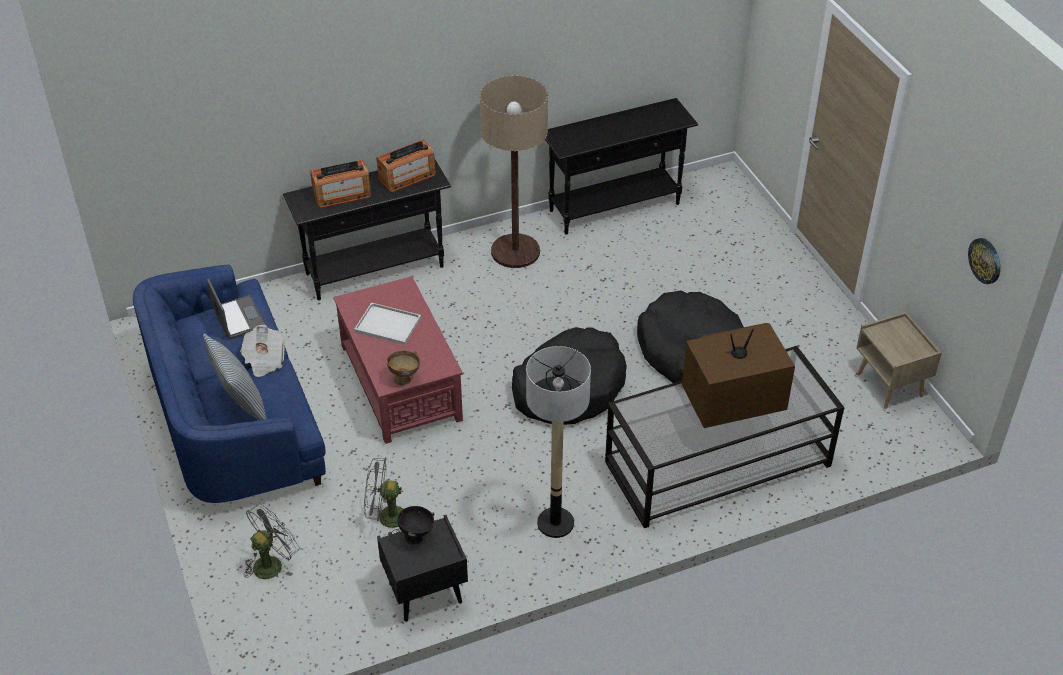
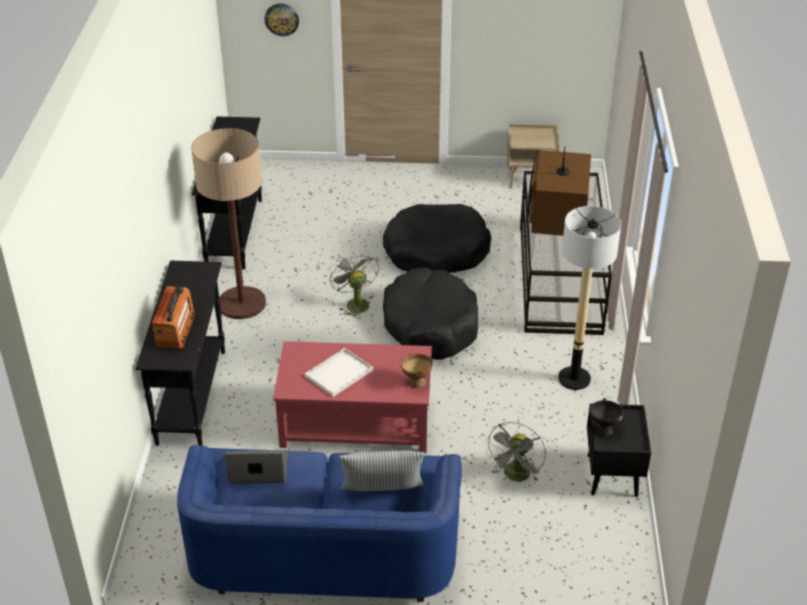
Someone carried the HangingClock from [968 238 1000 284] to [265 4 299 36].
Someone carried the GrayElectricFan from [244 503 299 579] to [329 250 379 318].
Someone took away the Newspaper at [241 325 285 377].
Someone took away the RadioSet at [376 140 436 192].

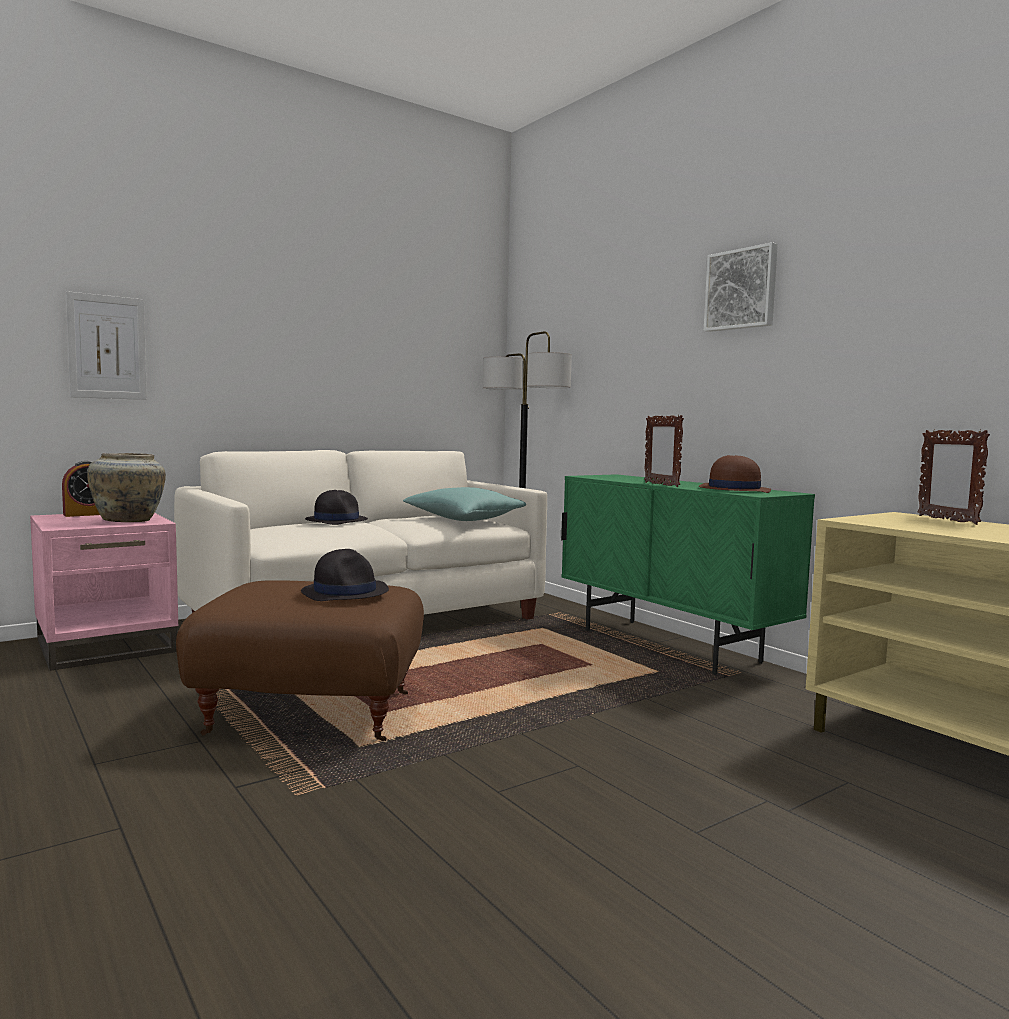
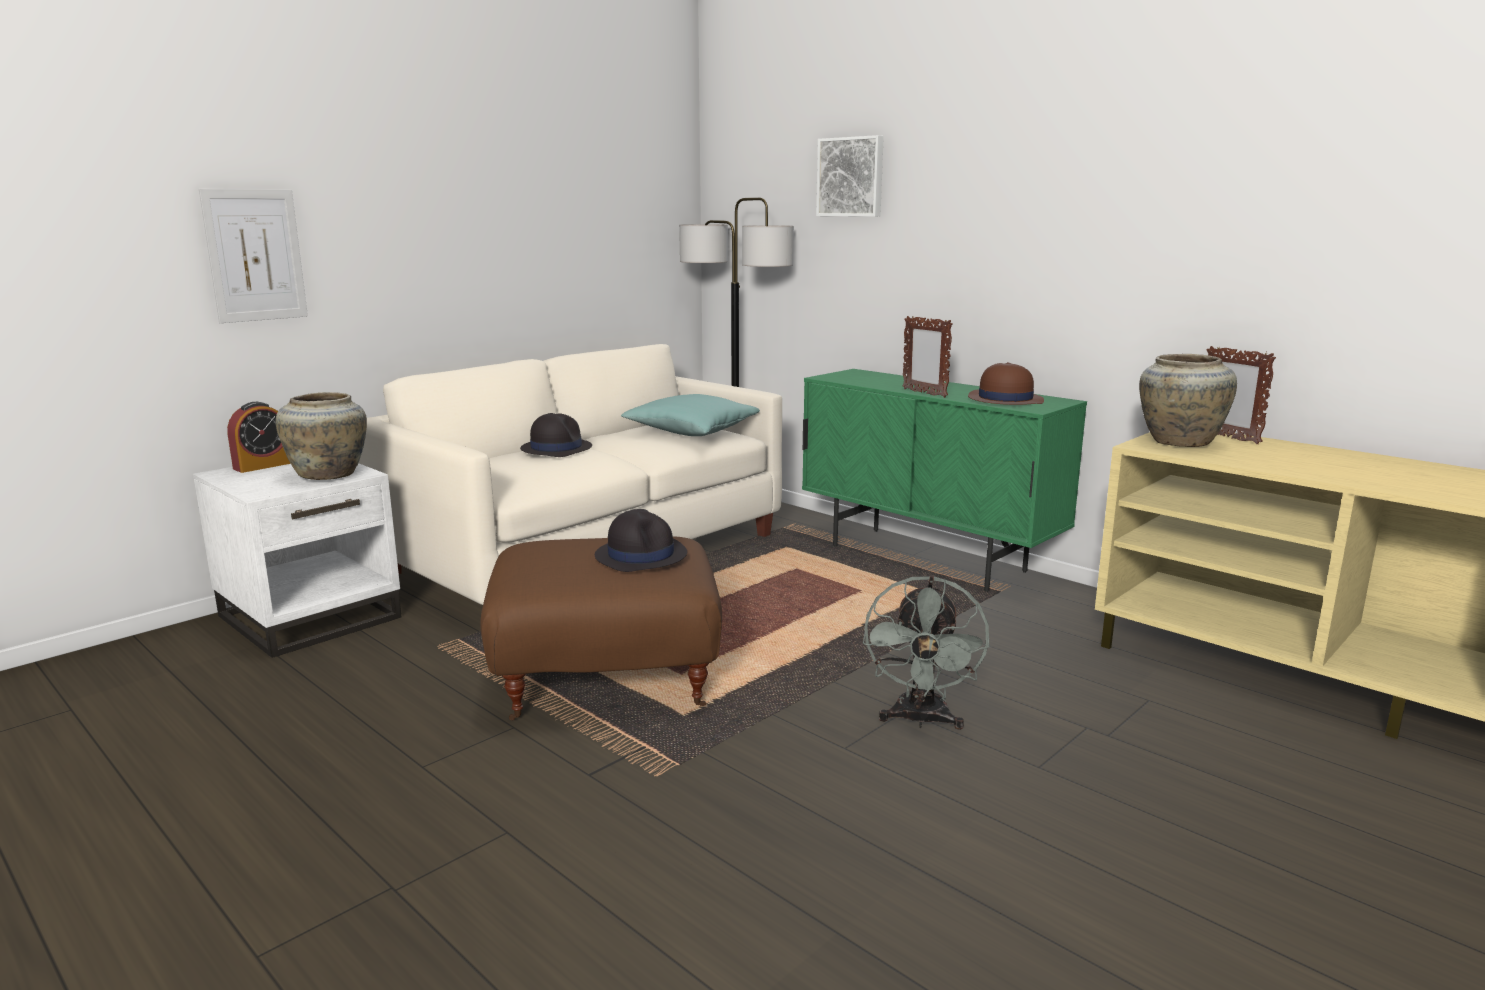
Someone repainted the PinkSideTable at [30 513 178 671], which became the WhitishSideTable at [193 463 401 658].
Someone carried the Picture from [704 242 778 332] to [816 135 884 217].
Someone put down the GrayElectricFan at [863 575 989 730].
Someone put down the BeigeFlowerVase at [1139 354 1237 447].

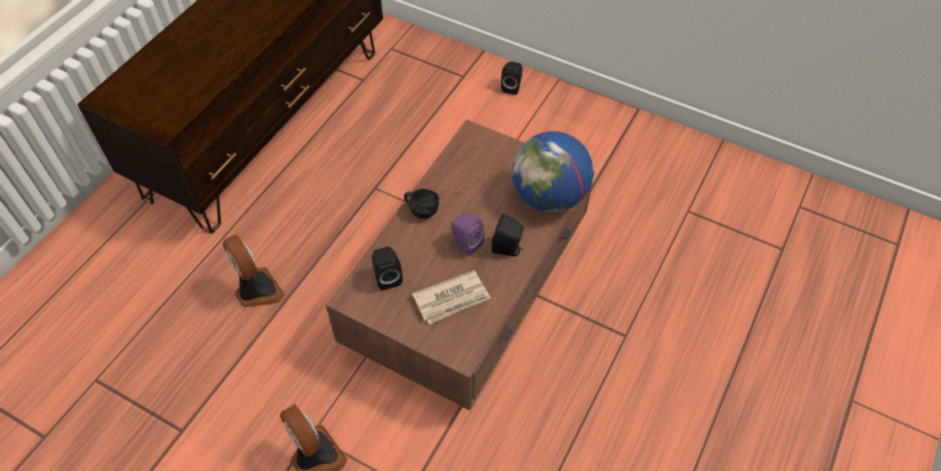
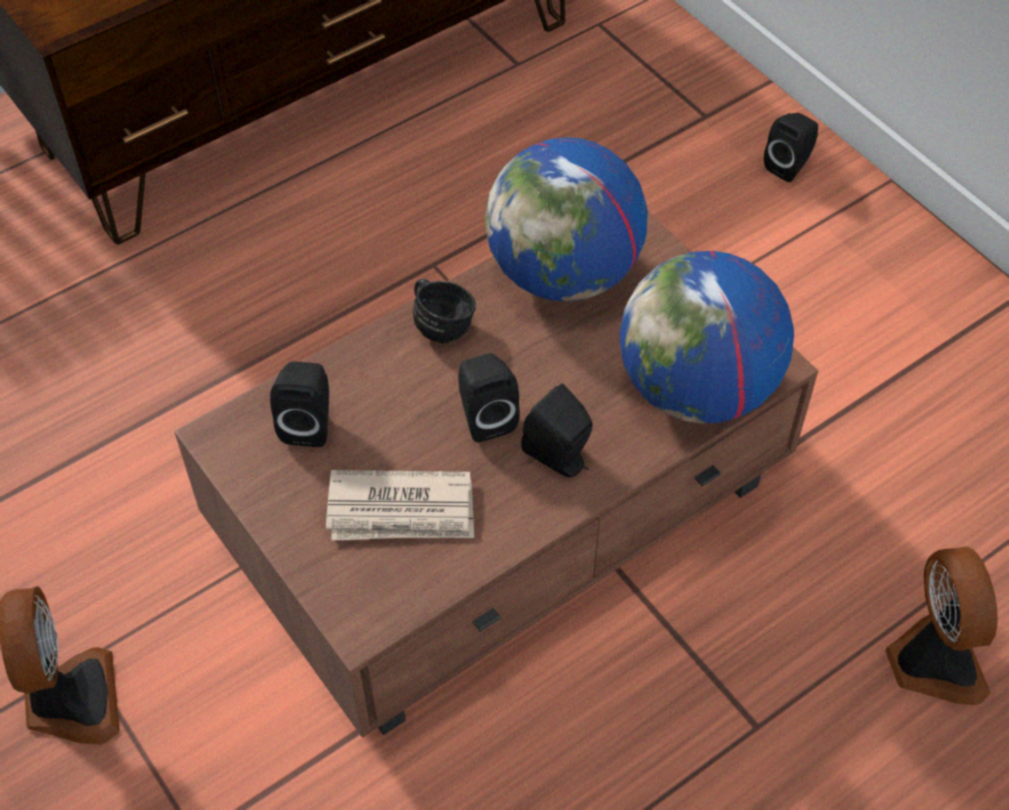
Someone repainted the PurpleAudioSpeaker at [451 213 484 256], which became the BlackishAudioSpeaker at [458 353 520 442].
Someone put down the DeskGlobe at [485 137 648 302].
Someone carried the ElectricFan from [222 234 285 307] to [885 546 998 705].

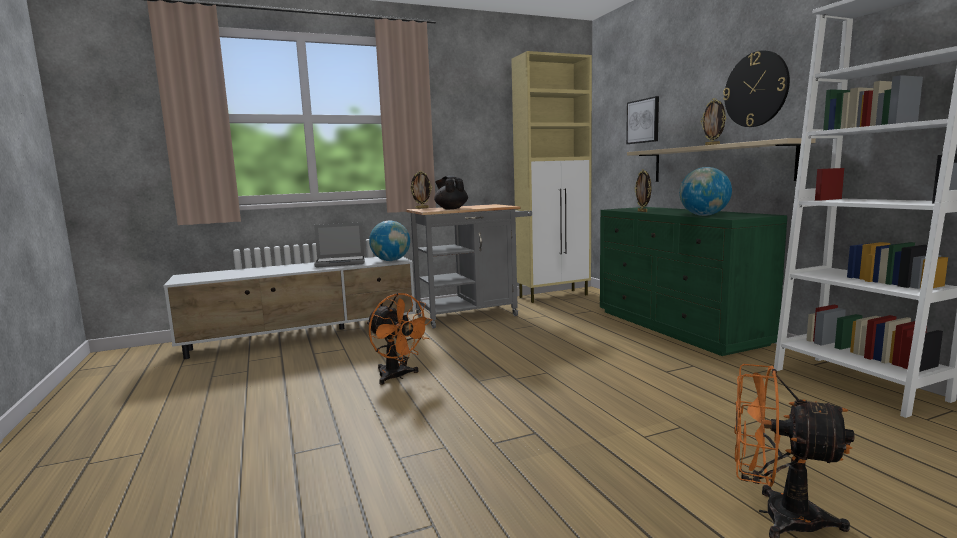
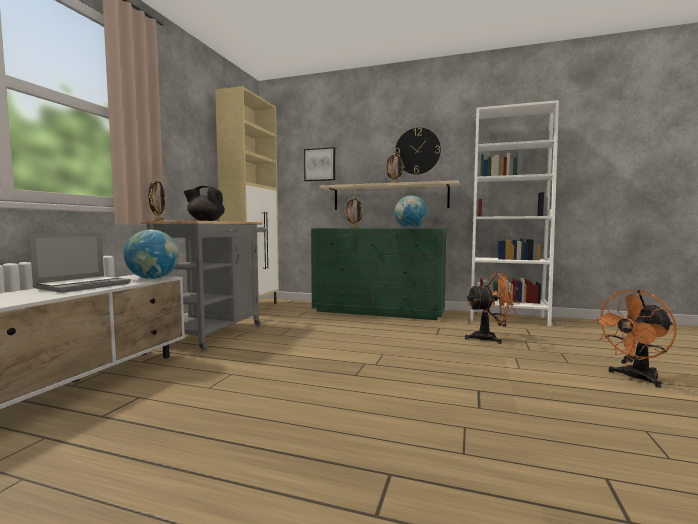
Someone carried the OrangeyElectricFan from [367 293 432 385] to [465 273 520 344].

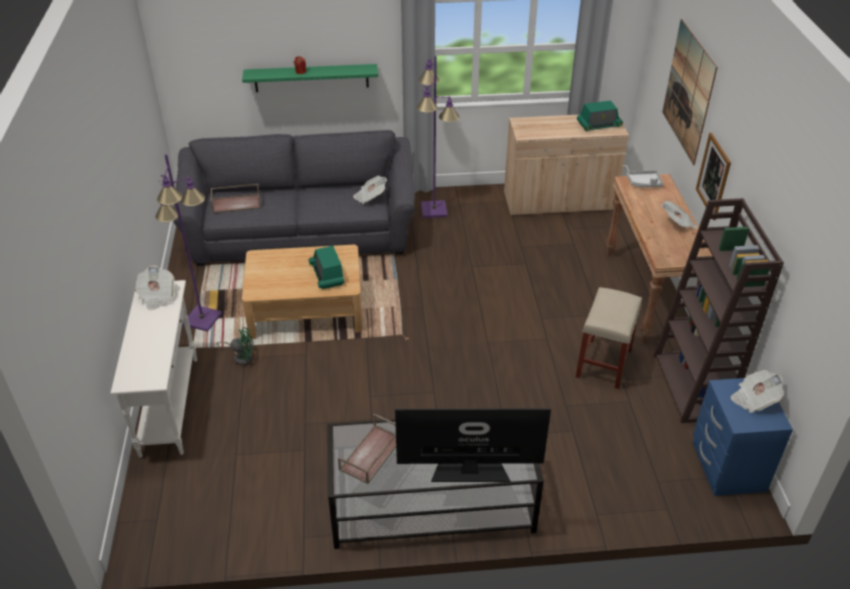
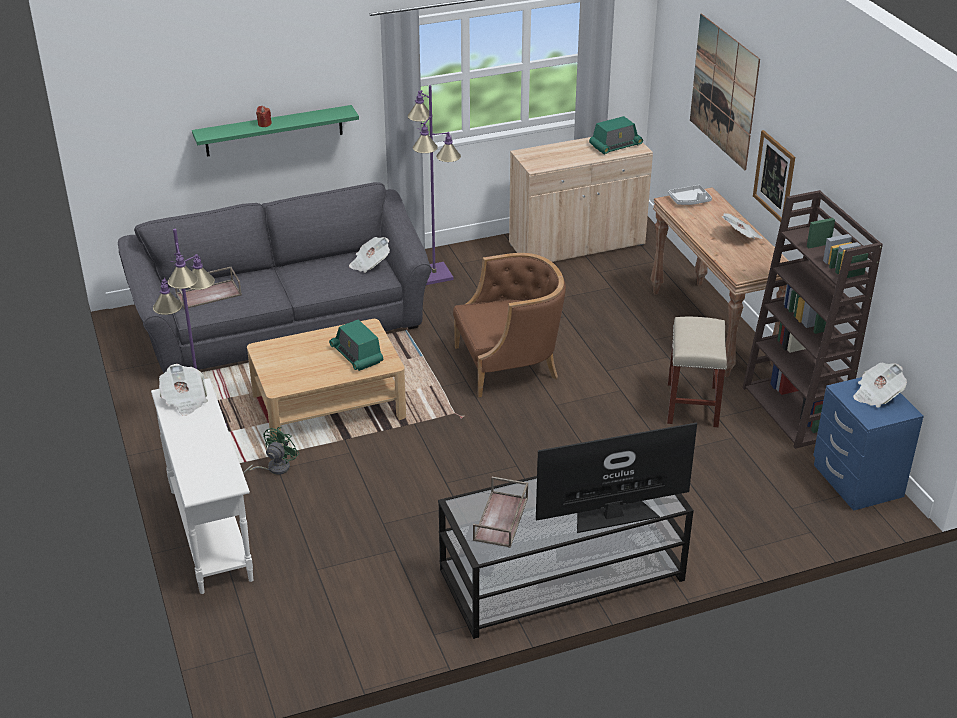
Someone rotated the GreenColouredElectricFan at [216 327 253 365] by 45 degrees counterclockwise.
Someone put down the BrownishLoungeChair at [453 253 566 397].

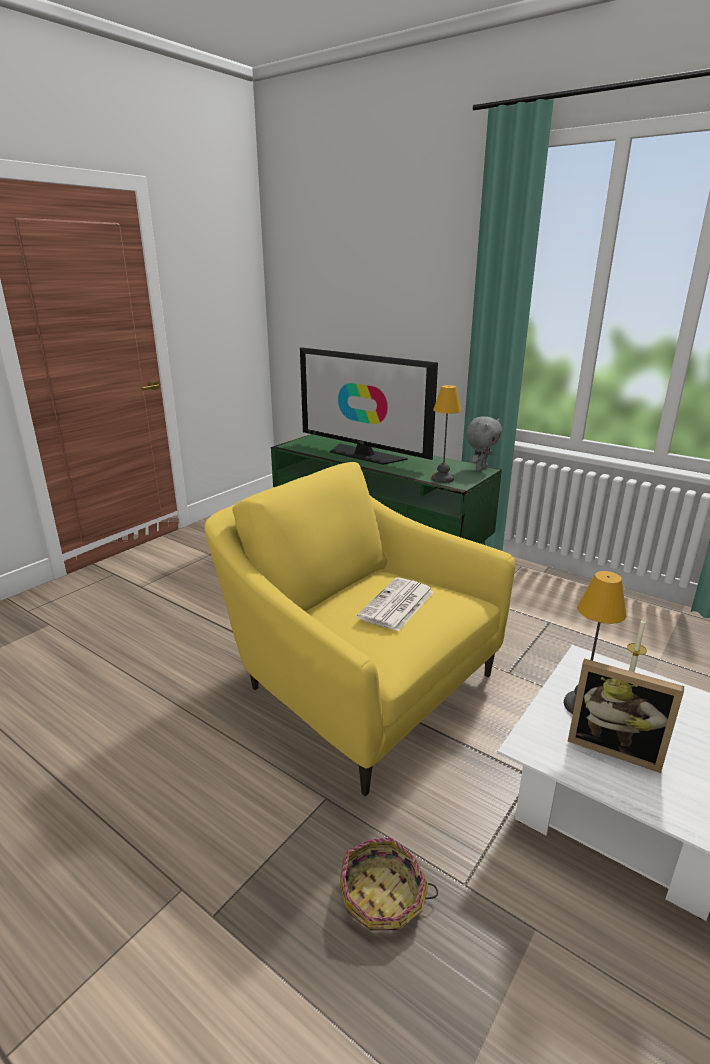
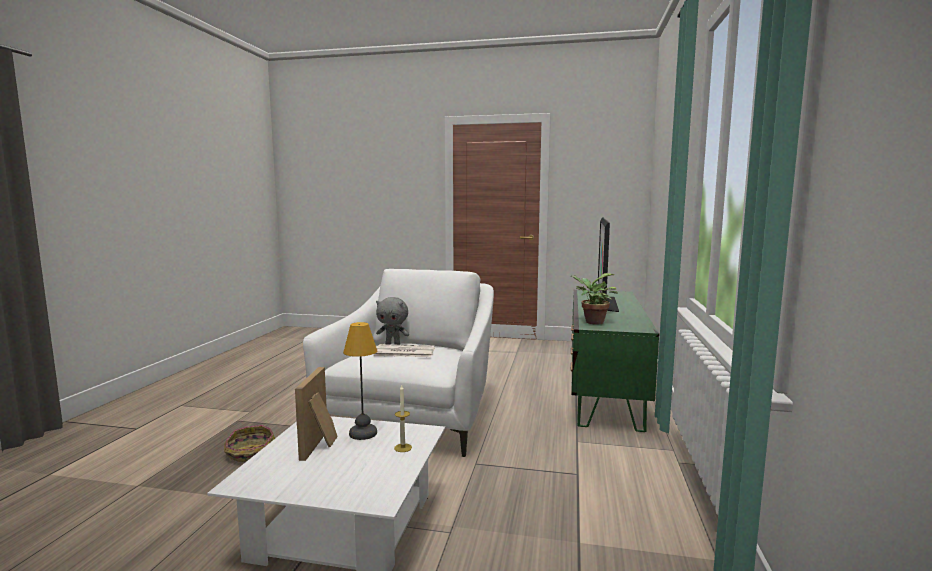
Someone repainted the YellowishLoungeChair at [204 462 515 796], which became the WhitishLoungeChair at [303 269 494 457].
Someone carried the GrayPlushToy from [466 416 502 471] to [376 297 409 345].
Someone swapped the TabletopLamp at [432 385 461 483] for the PottedPlant at [572 273 618 324].

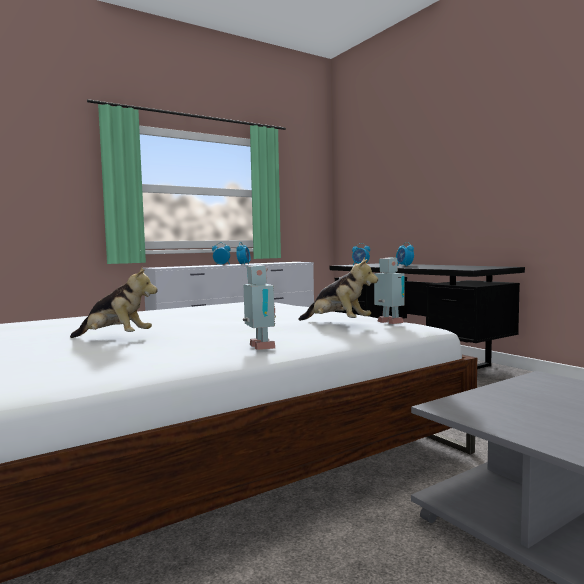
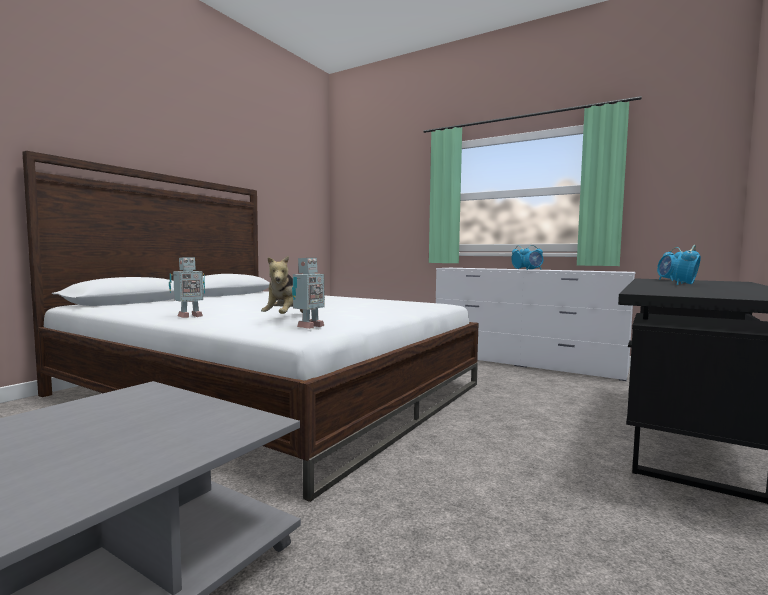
Someone took away the PlushToy at [70 267 158 338].

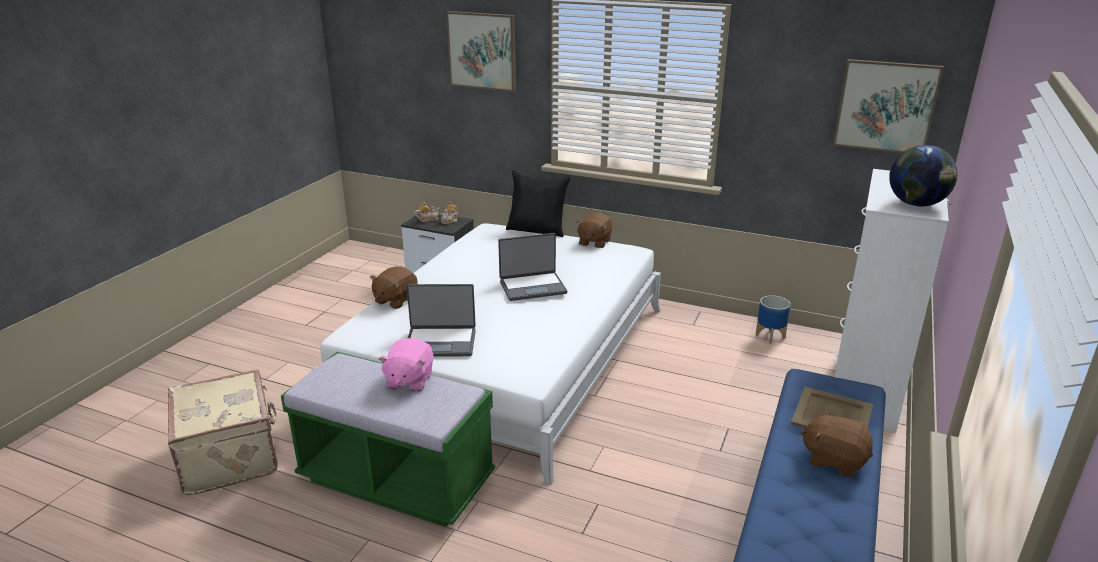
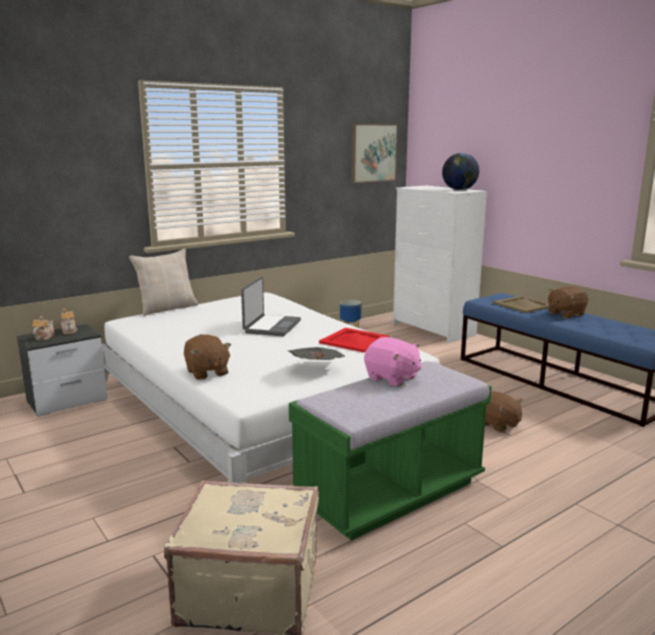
Someone repainted the BlackishThrowPillow at [506 170 571 237], which became the BeigeThrowPillow at [129 249 199 316].
Someone swapped the NotebookComputer at [407 284 476 357] for the Newspaper at [288 347 345 360].
Someone put down the RedCarryingTray at [319 328 389 352].
Someone carried the BrownishPlushToy from [576 213 613 248] to [485 391 522 432].
Someone took away the Picture at [446 11 516 92].

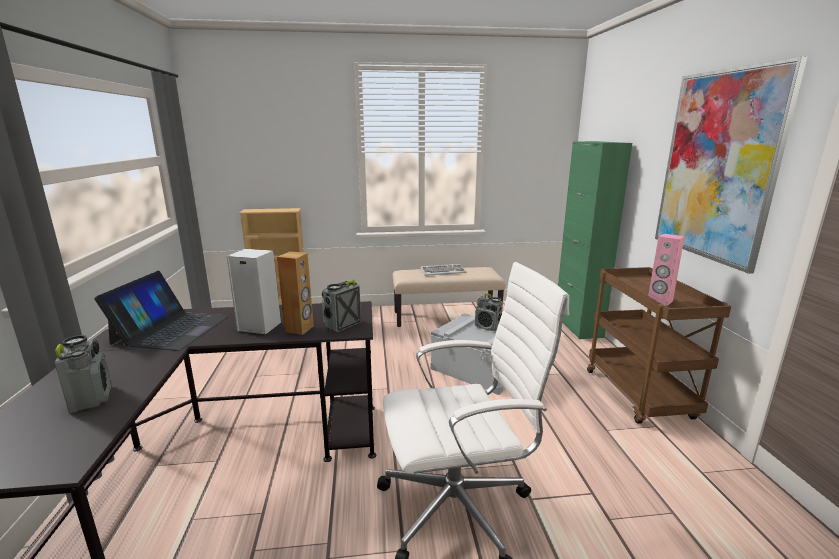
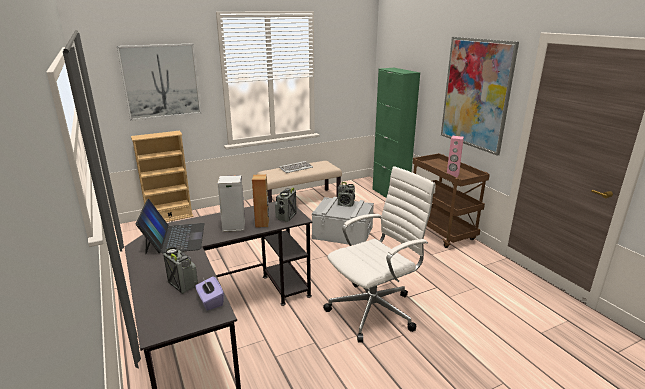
Someone put up the Picture at [117 43 201 121].
Someone put down the PurpleTissueBox at [195 276 224 311].

